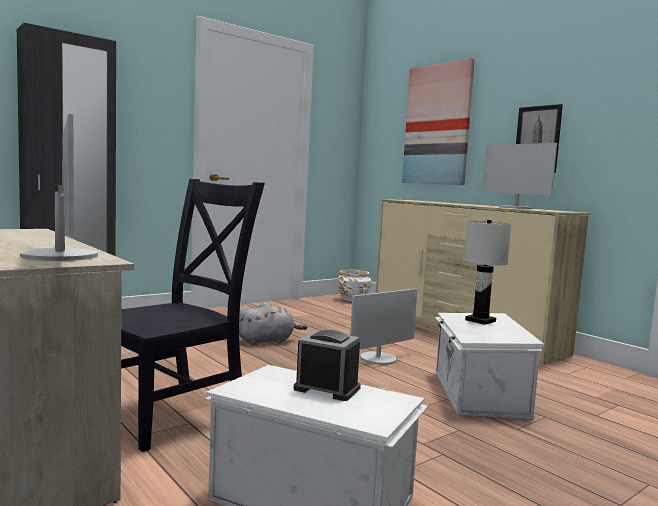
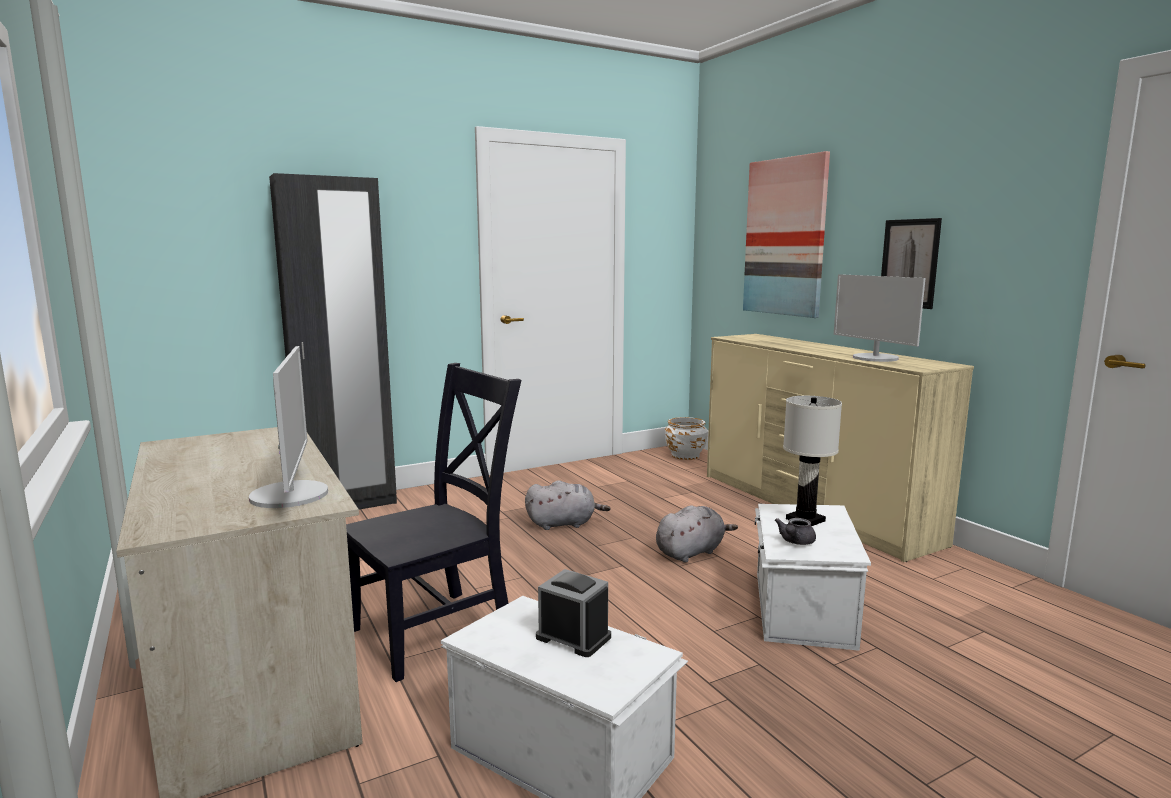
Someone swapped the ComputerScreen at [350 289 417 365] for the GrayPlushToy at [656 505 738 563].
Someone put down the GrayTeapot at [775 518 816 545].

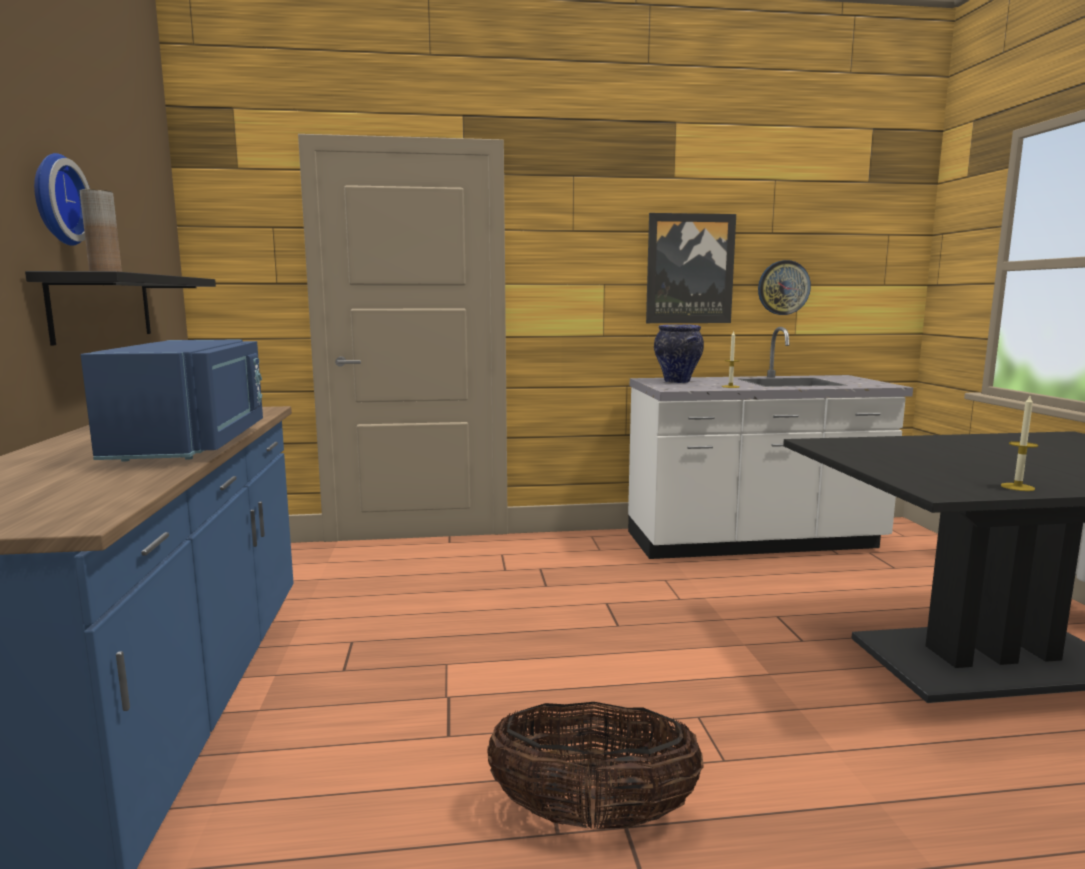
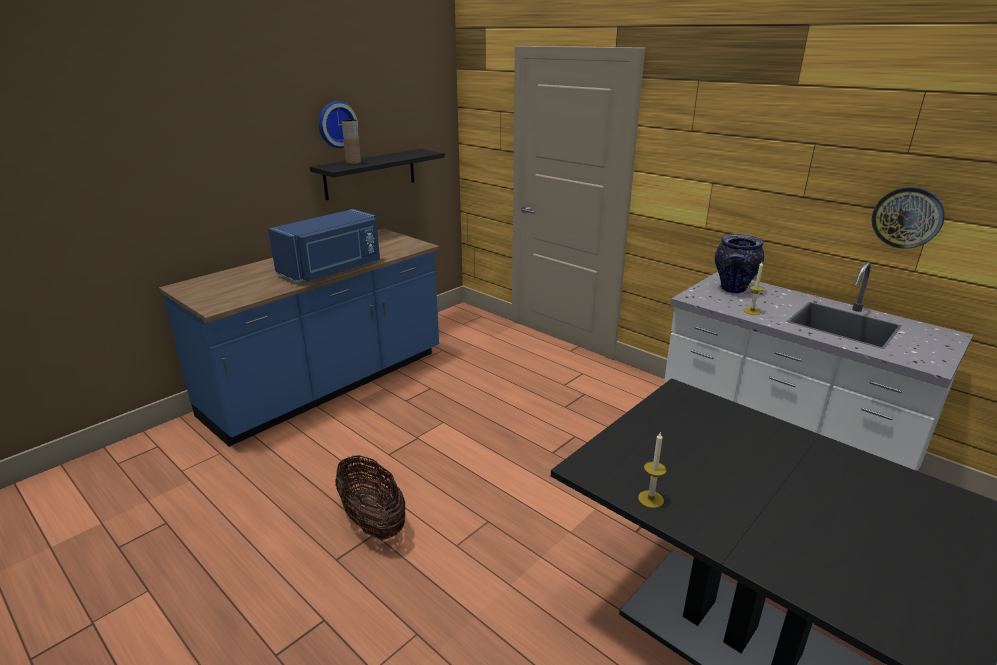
Someone took away the Picture at [646 213 736 323].

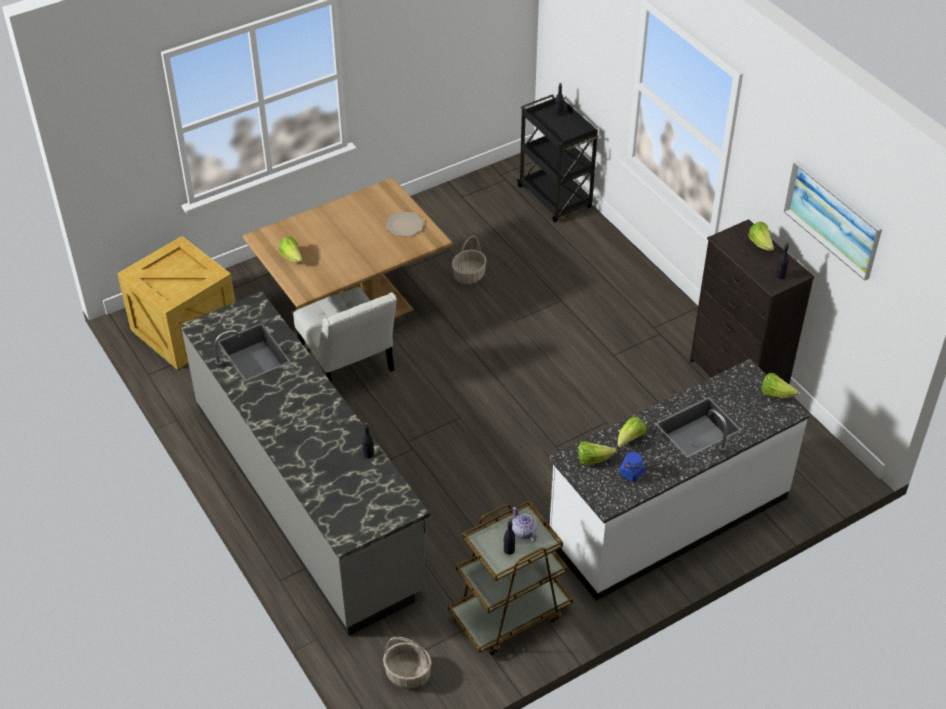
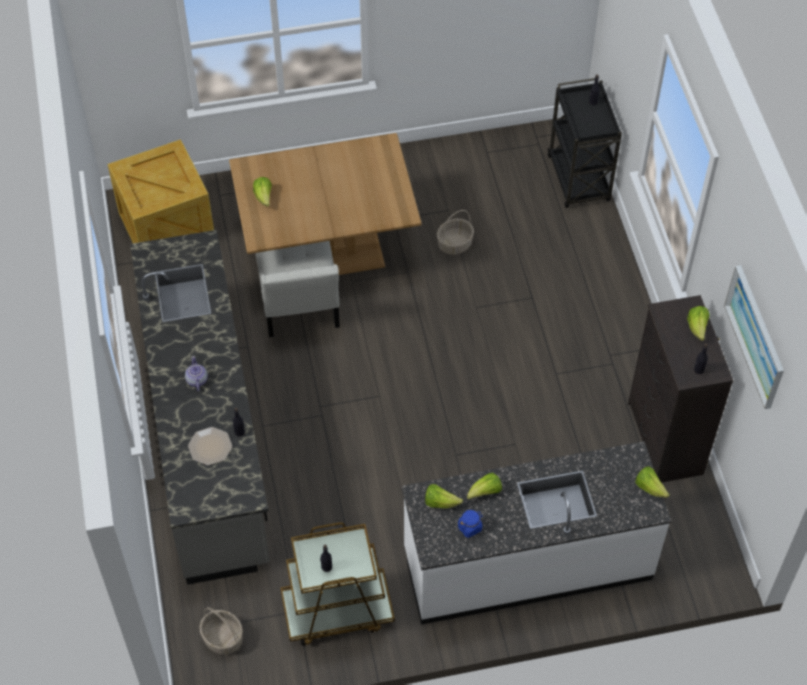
Someone carried the Teapot from [512 507 537 541] to [185 356 208 391].
Someone carried the Plate from [386 212 424 236] to [188 427 232 465].

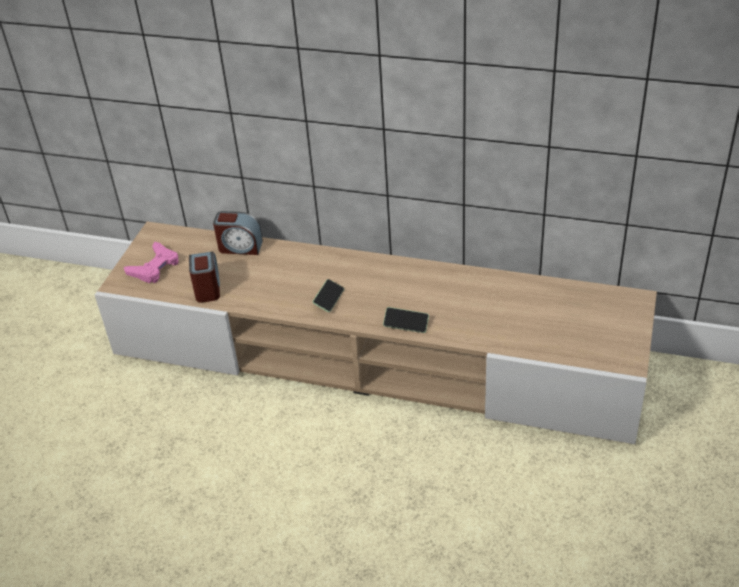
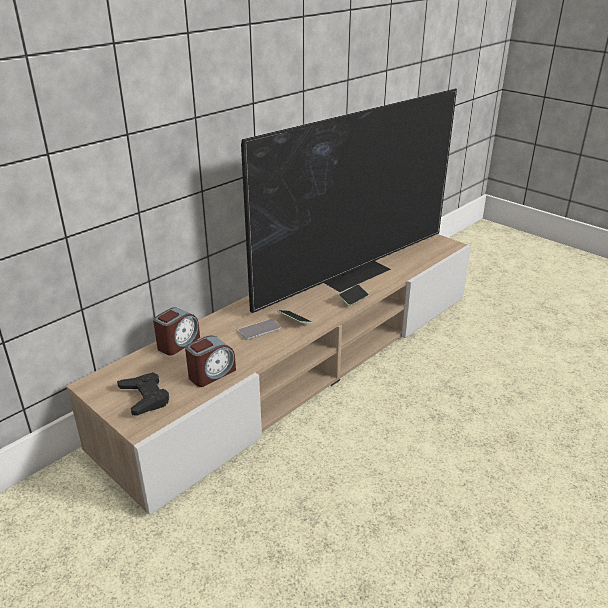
Someone repainted the PinkGamepad at [124 242 179 283], which became the BlackishGamepad at [117 372 169 415].
Someone rotated the BedsideClock at [189 251 220 303] by 120 degrees clockwise.
Someone put down the Phone at [238 319 281 340].
Someone put down the Tv at [241 89 457 313].

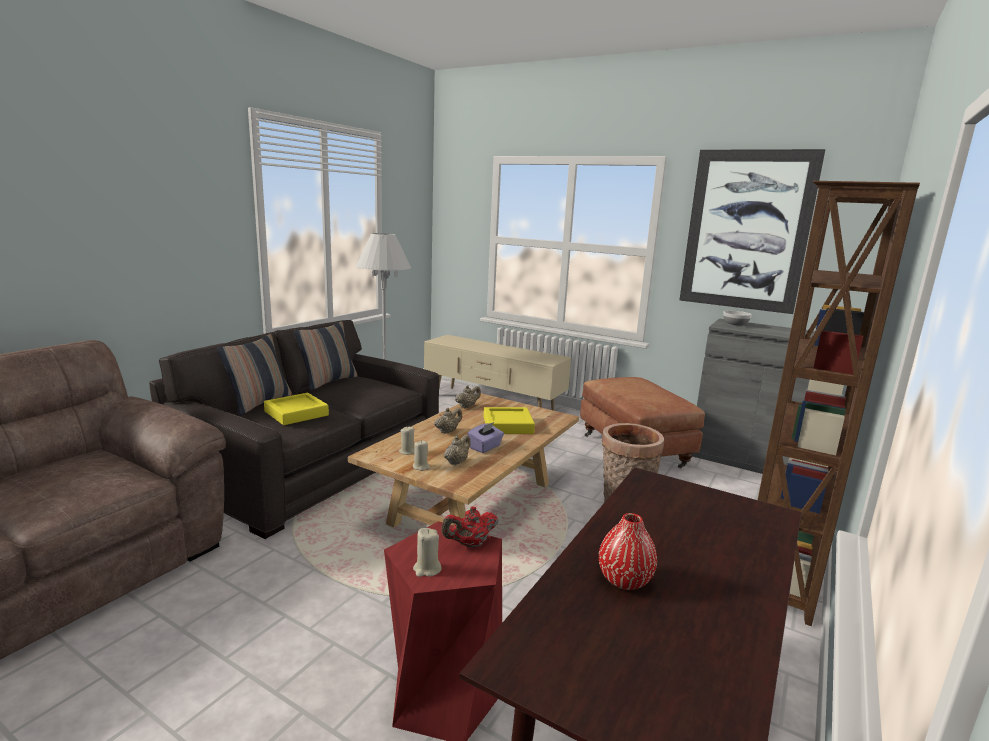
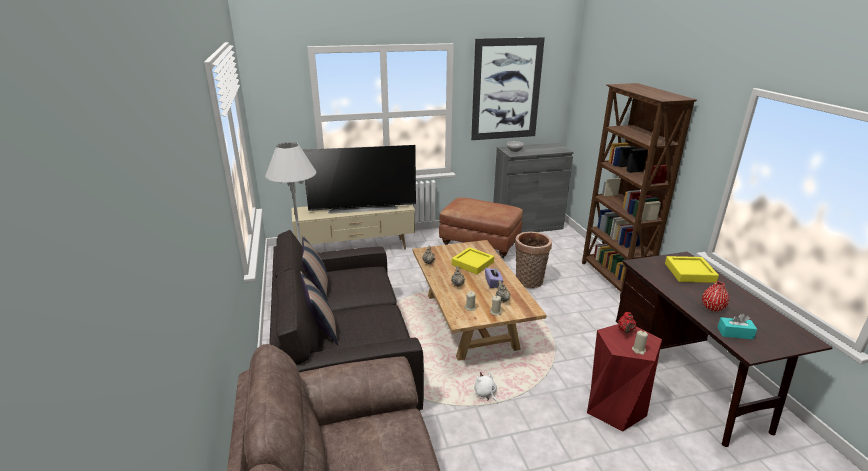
Someone put down the Tv at [303 145 416 214].
Someone put down the WhitishPlushToy at [474 372 498 404].
Someone carried the YellowishCarryingTray from [264 393 329 425] to [665 256 719 283].
Someone put down the TurquoiseTissueBox at [717 313 757 340].

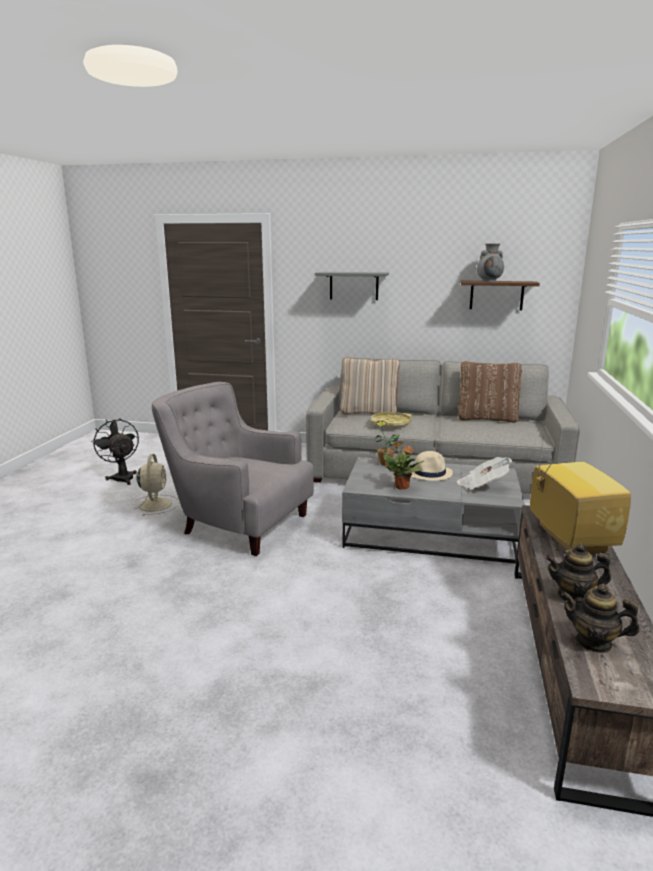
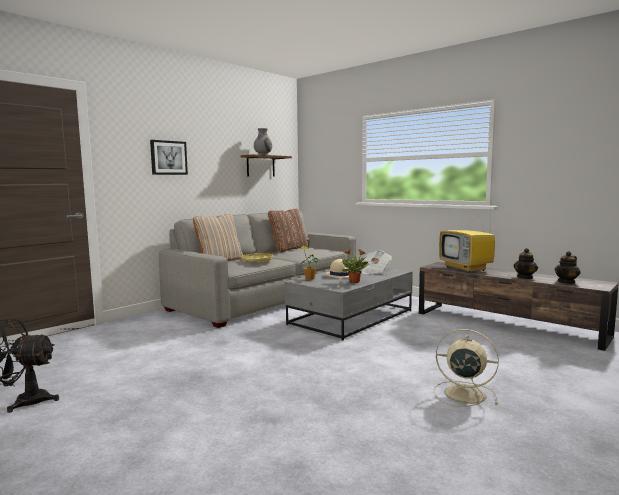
Someone swapped the GrayBracketShelf at [315 272 389 300] for the Picture at [150 140 188 175].
Someone carried the BeigeElectricFan from [132 454 179 516] to [434 329 499 407].
Someone rotated the Tv at [530 427 631 553] by 135 degrees counterclockwise.
Someone took away the GrayLoungeChair at [152 382 314 556].

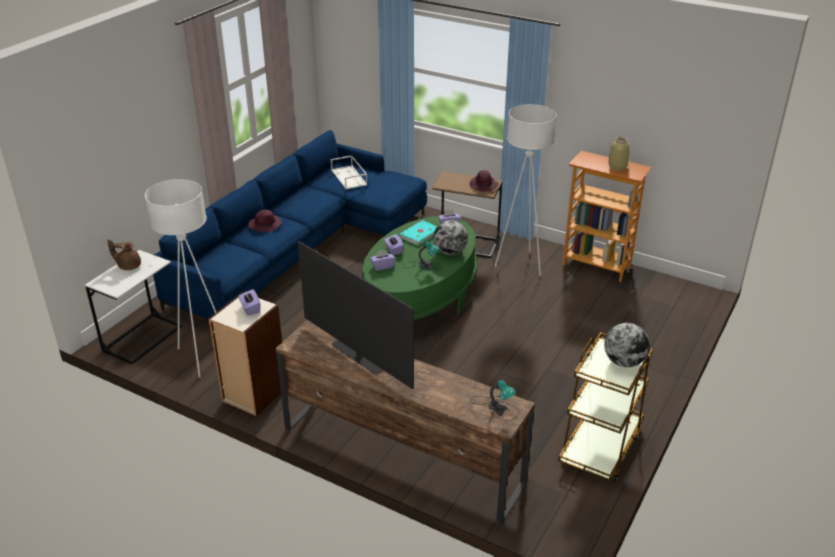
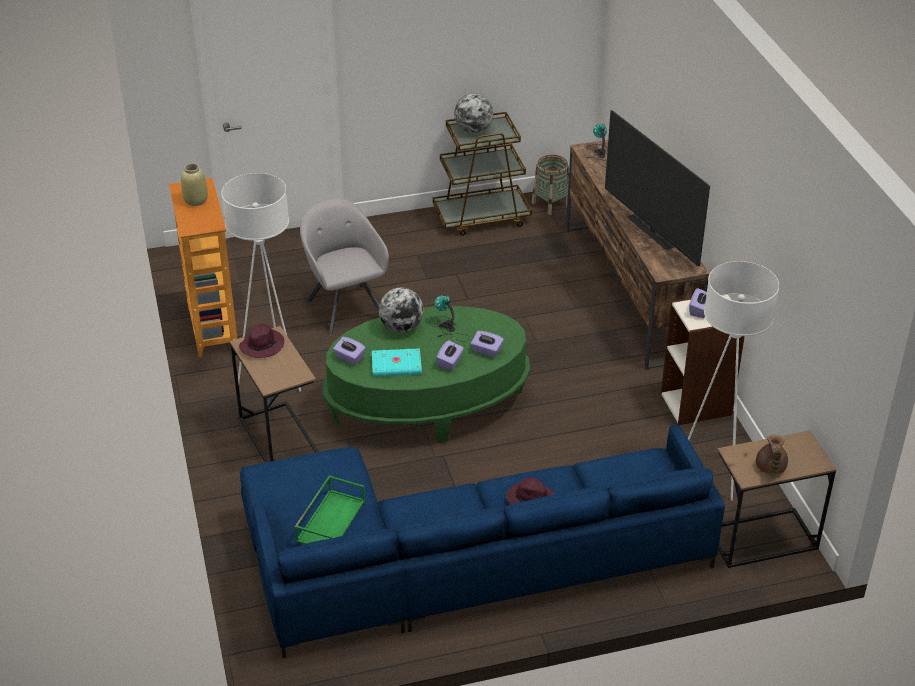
Someone repainted the WhitishCarryingTray at [331 155 367 189], which became the GreenColouredCarryingTray at [295 475 365 544].
Someone put down the GrayLoungeChair at [300 199 389 337].
Someone put down the StorageBasket at [532 155 569 215].
Someone rotated the Tv at [298 241 414 389] by 150 degrees clockwise.
Someone repainted the WhitishSideTable at [85 250 182 364], which became the BrownishSideTable at [718 431 836 568].
Someone rotated the BrownishTeapot at [107 239 141 270] by 45 degrees clockwise.

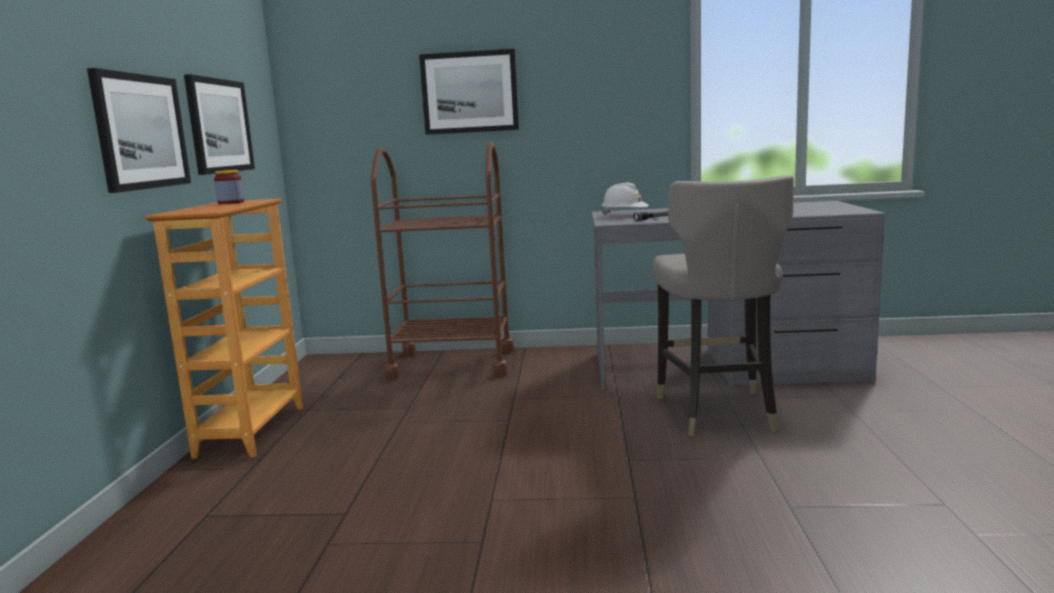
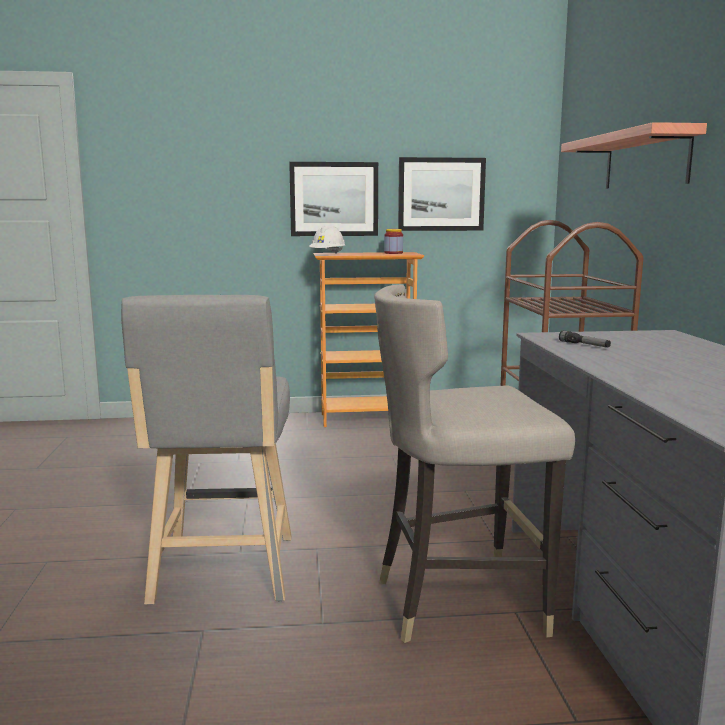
Someone put down the GrayStoolSeat at [121 295 292 605].
Someone carried the WhitishHardHat from [602 183 649 215] to [309 226 345 254].
Someone swapped the Picture at [419 49 519 135] for the BracketShelf at [561 122 707 189].

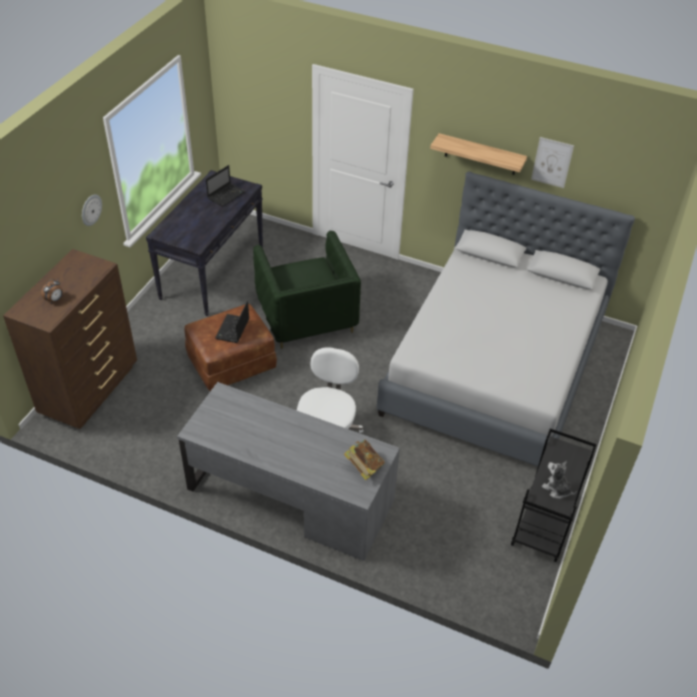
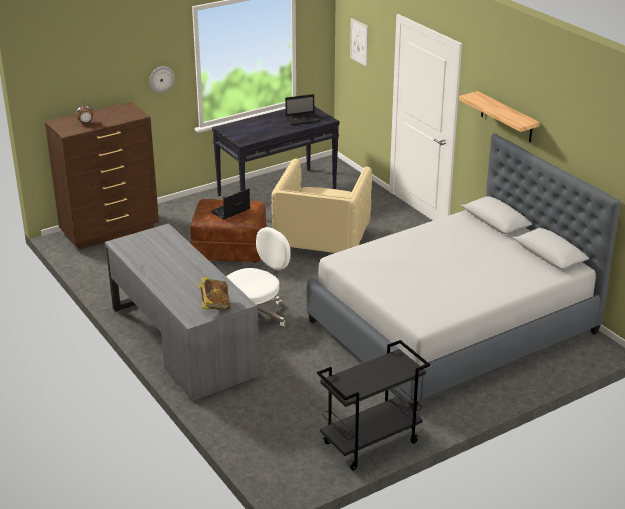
Someone repainted the GreenColouredLoungeChair at [253 231 361 349], which became the BeigeLoungeChair at [271 158 372 253].
Someone carried the Picture from [531 137 574 188] to [350 18 368 67].
Someone took away the PlushToy at [542 460 577 499].

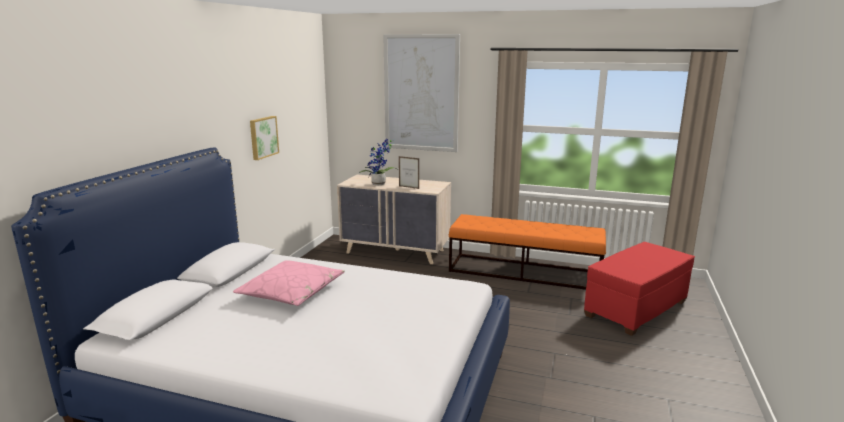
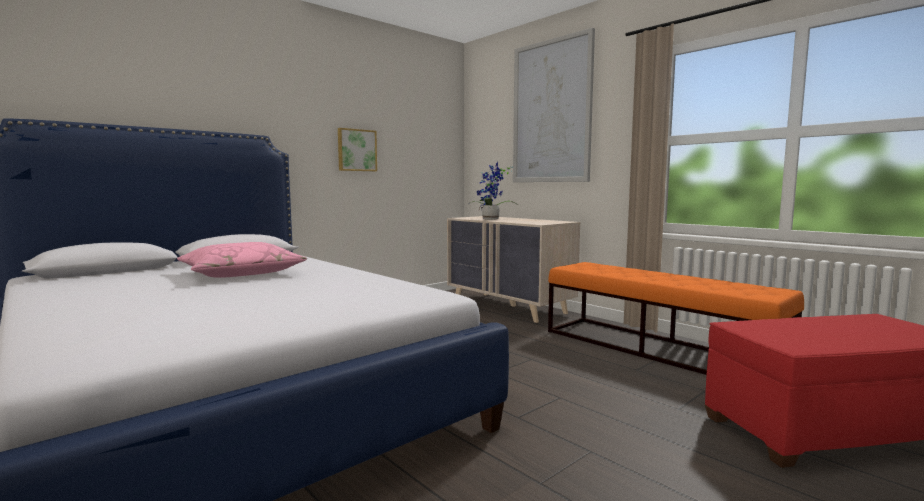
Someone took away the StandingFrame at [399 156 419 189].

